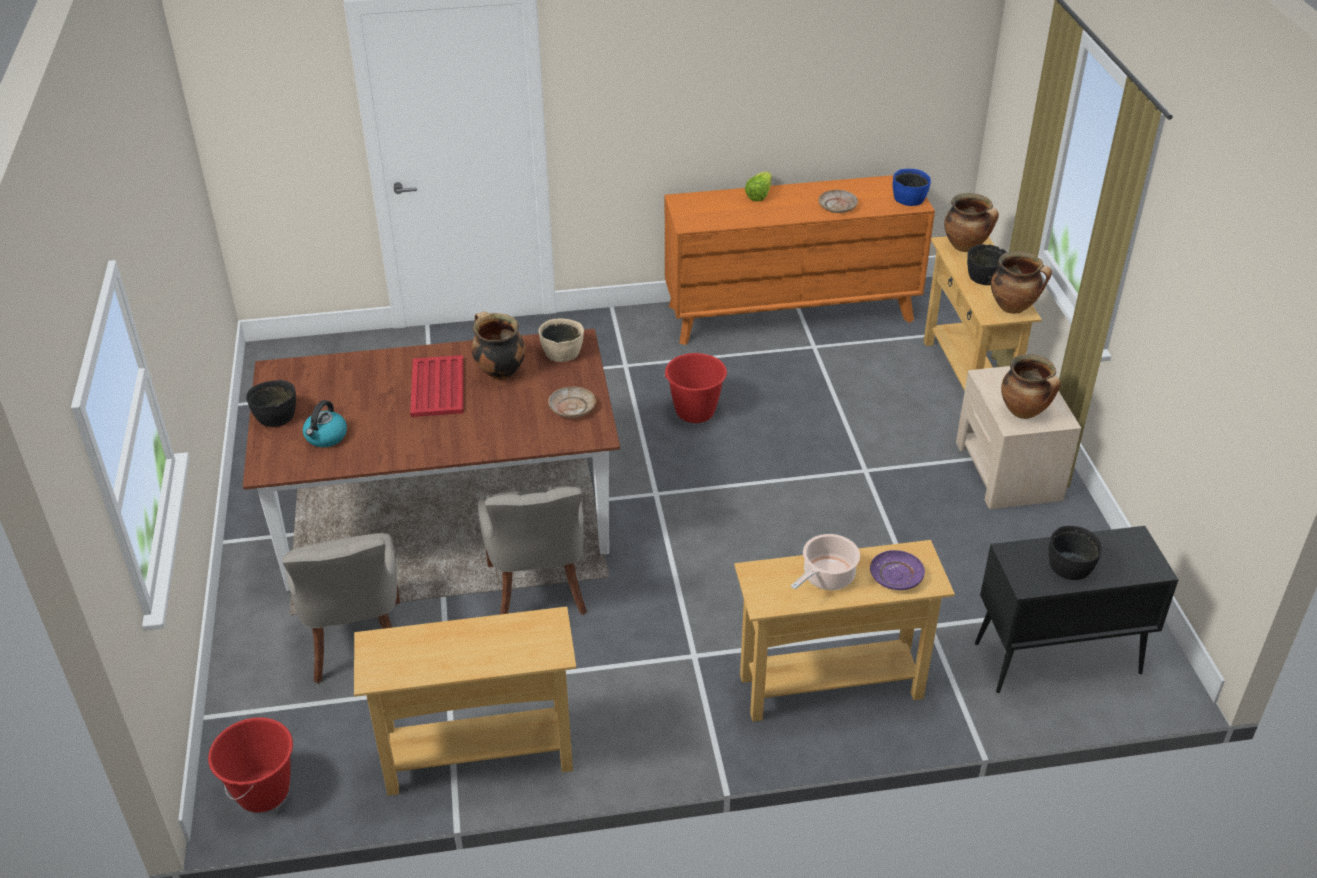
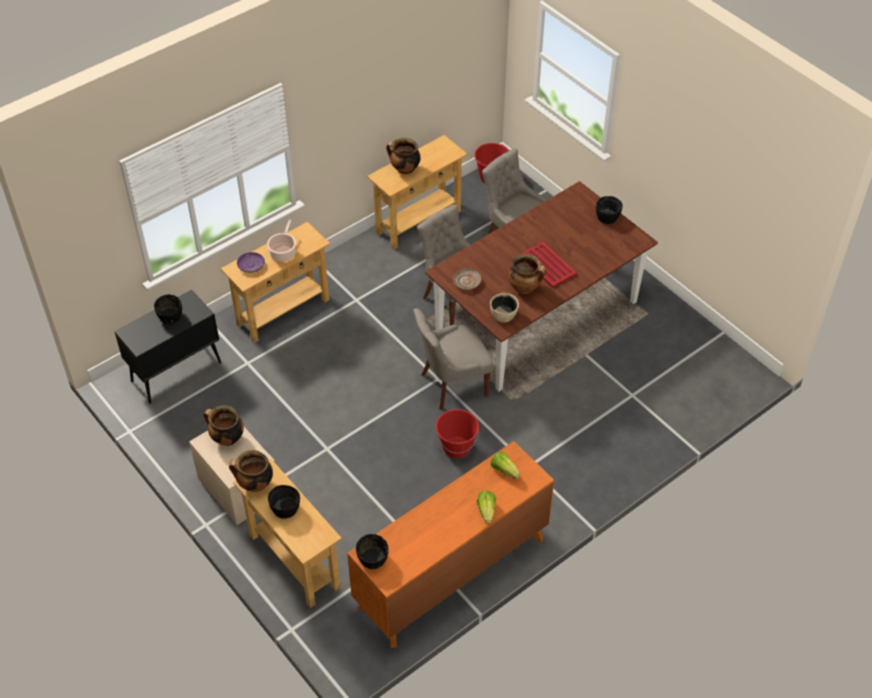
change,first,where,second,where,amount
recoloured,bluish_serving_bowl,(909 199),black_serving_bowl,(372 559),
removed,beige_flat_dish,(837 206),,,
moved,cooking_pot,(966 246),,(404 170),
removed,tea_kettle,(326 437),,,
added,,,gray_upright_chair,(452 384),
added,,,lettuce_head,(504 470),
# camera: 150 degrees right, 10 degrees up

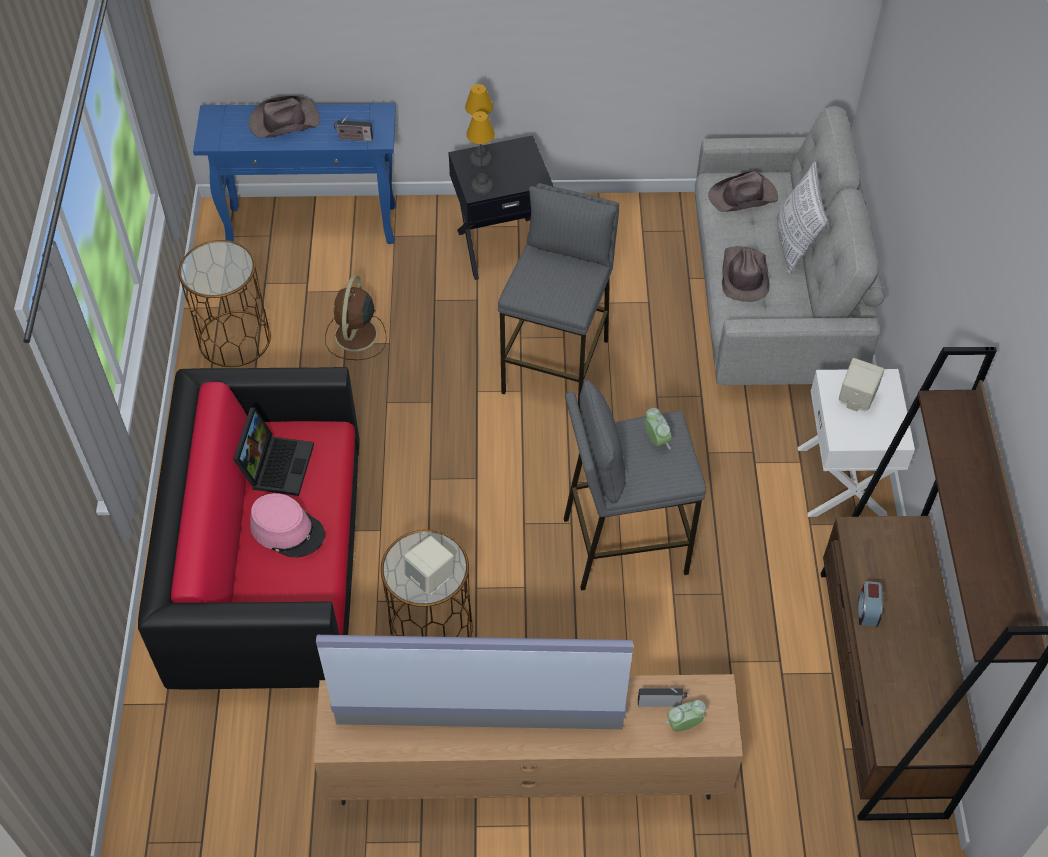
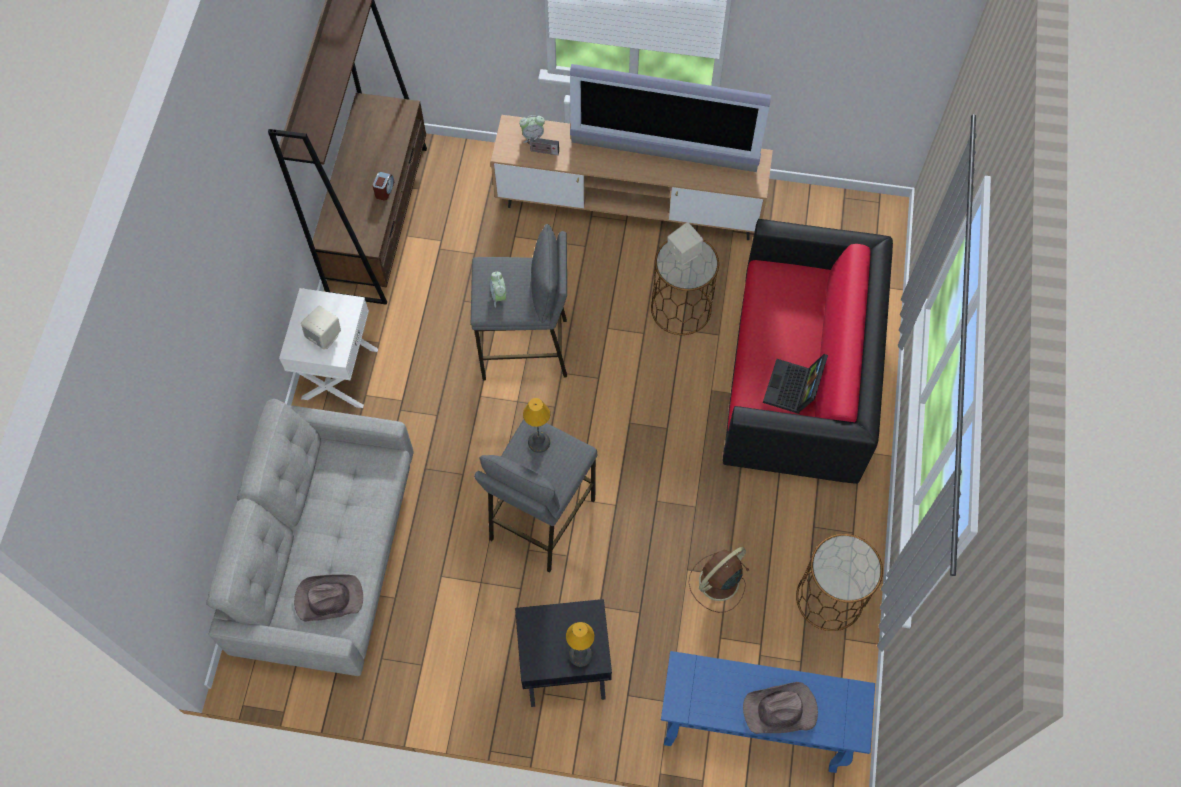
change,first,where,second,where,amount
moved,lamp_for_a_table,(482 187),,(539 441),
removed,radio,(353 138),,,
removed,cushion,(794 245),,,
removed,brown-coloured_hat,(743 276),,,
turned,brown-coloured_electric_fan,(355 336),,(717 582),150 degrees counterclockwise
removed,pink-coloured_hat,(287 530),,,
# camera: 170 degrees left, 10 degrees up

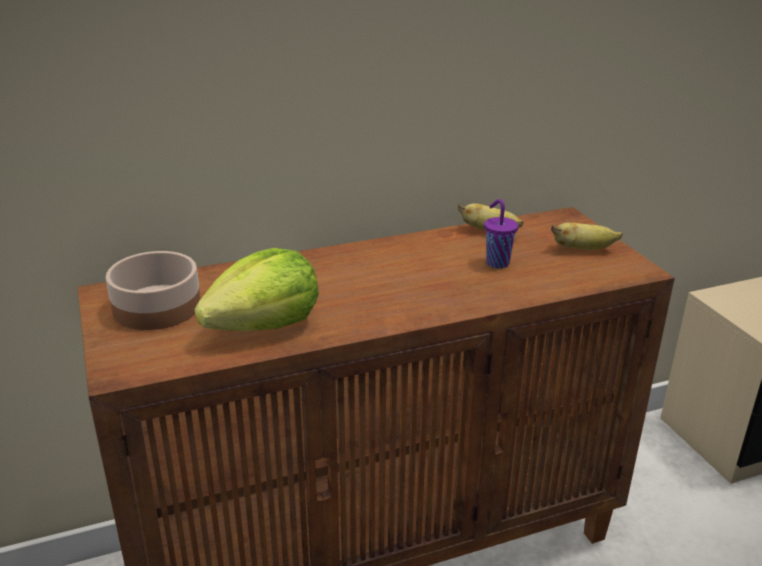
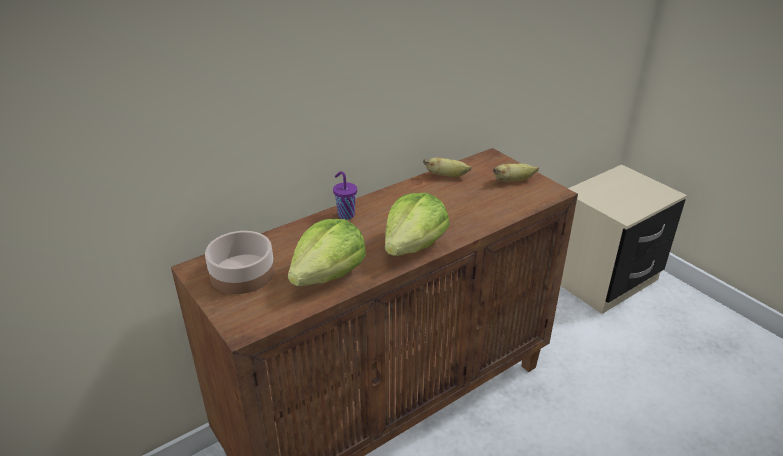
change,first,where,second,where,amount
moved,purple-coloured_cup,(496 263),,(345 215),
added,,,lettuce_head,(414 245),
# camera: 15 degrees left, 5 degrees up

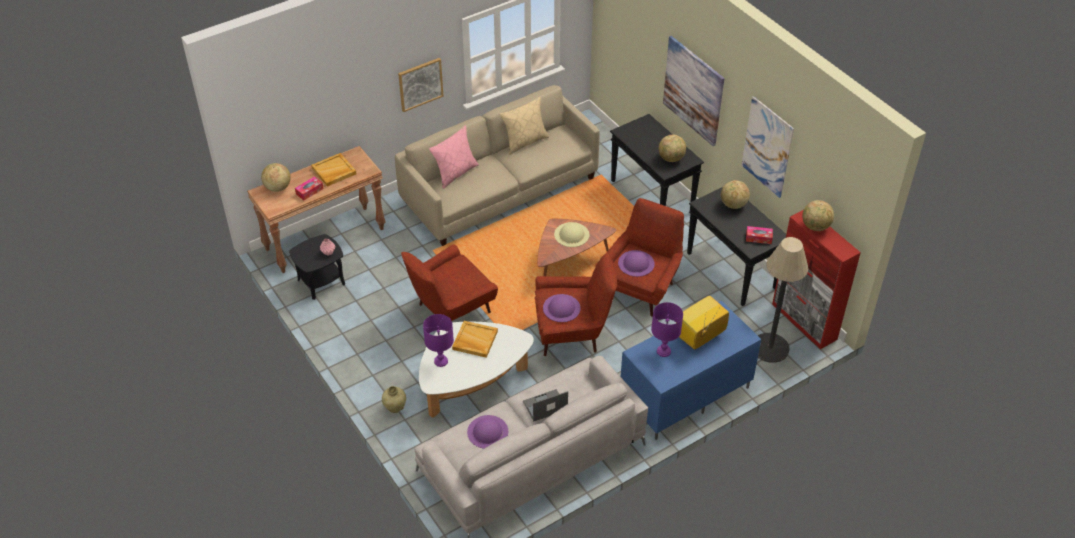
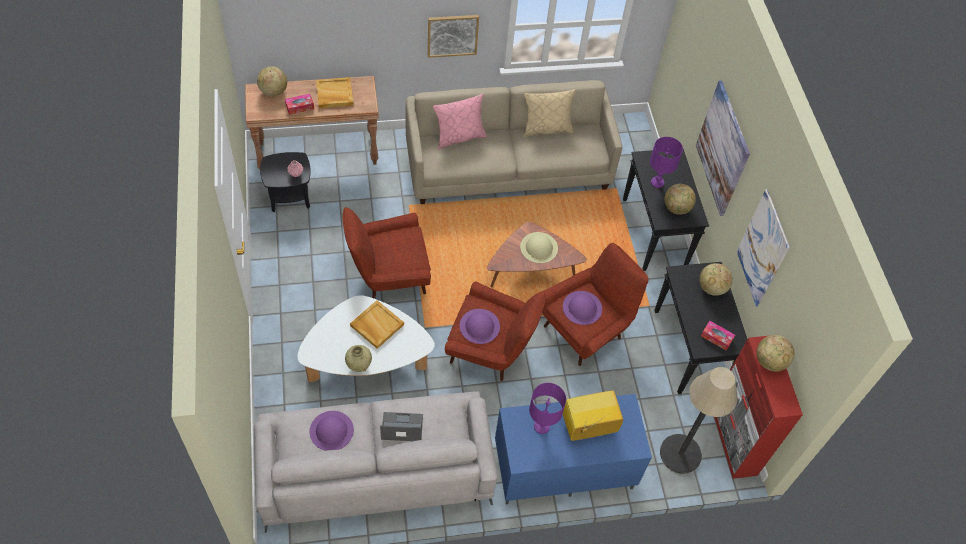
change,first,where,second,where,amount
moved,purple-coloured_lamp_for_a_table,(440 361),,(657 182),
moved,beige_decorative_vase,(395 408),,(359 366),
# camera: 20 degrees right, 10 degrees up

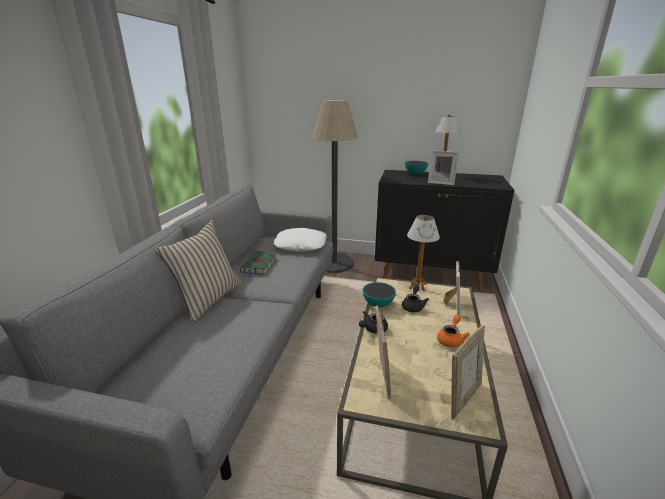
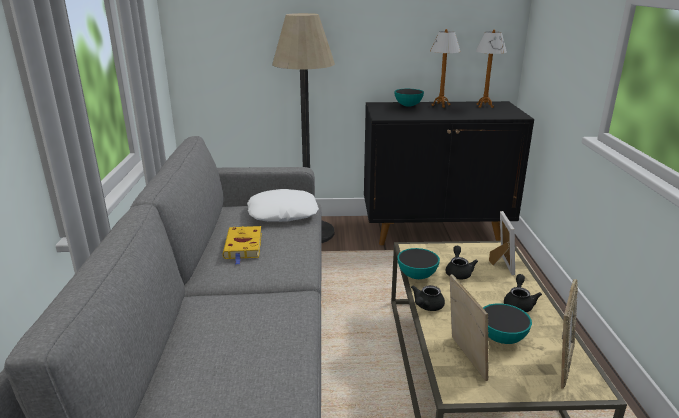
change,first,where,second,where,amount
removed,picture_frame,(441 183),,,
moved,lamp_for_a_table,(417 286),,(484 106),
removed,beige_cushion,(208 299),,,
recoloured,green_volume,(259 265),yellow_volume,(243 247),
recoloured,orangey_pot_for_tea,(451 339),black_pot_for_tea,(519 303),
added,,,serving_bowl,(502 338),
# camera: 15 degrees left, 0 degrees up

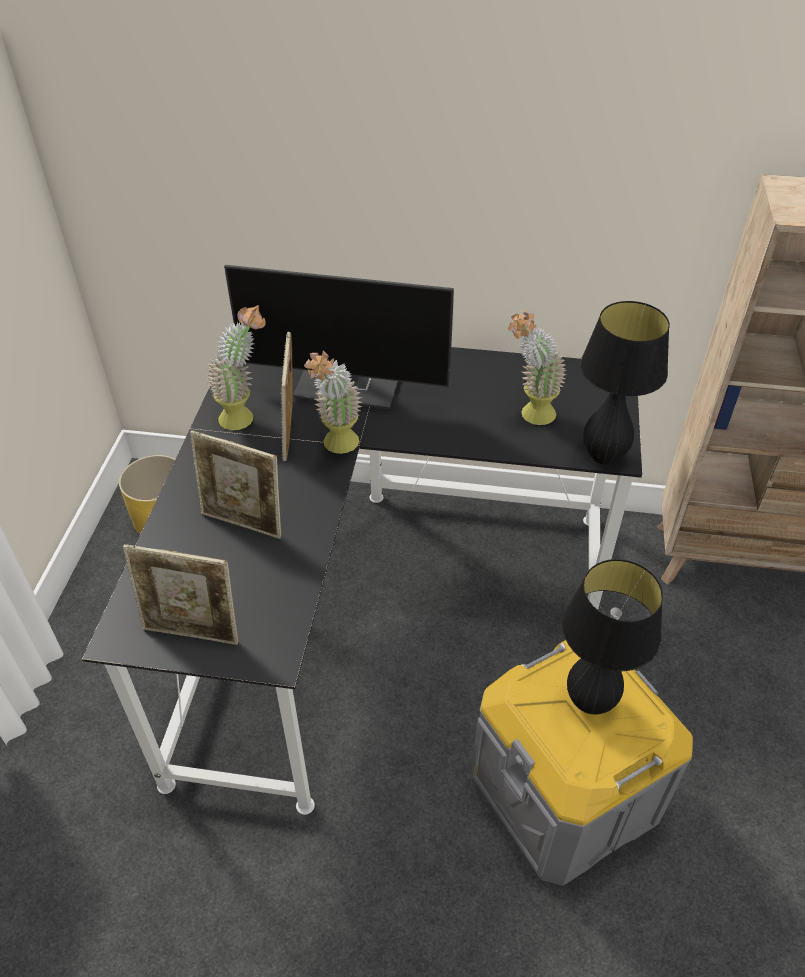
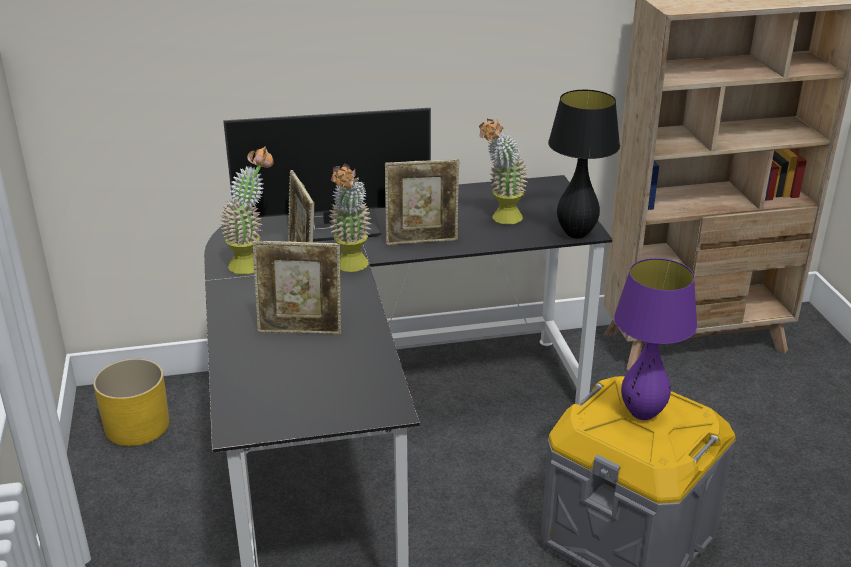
change,first,where,second,where,amount
moved,picture_frame,(193 632),,(422 241),
recoloured,black_lamp_for_a_table,(590 702),purple-coloured_lamp_for_a_table,(642 413),
# camera: 20 degrees left, 15 degrees down

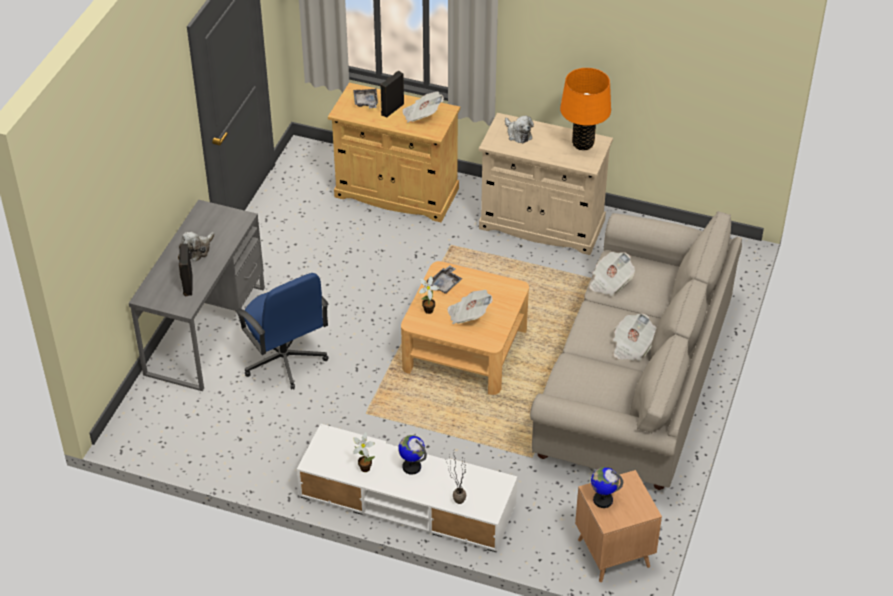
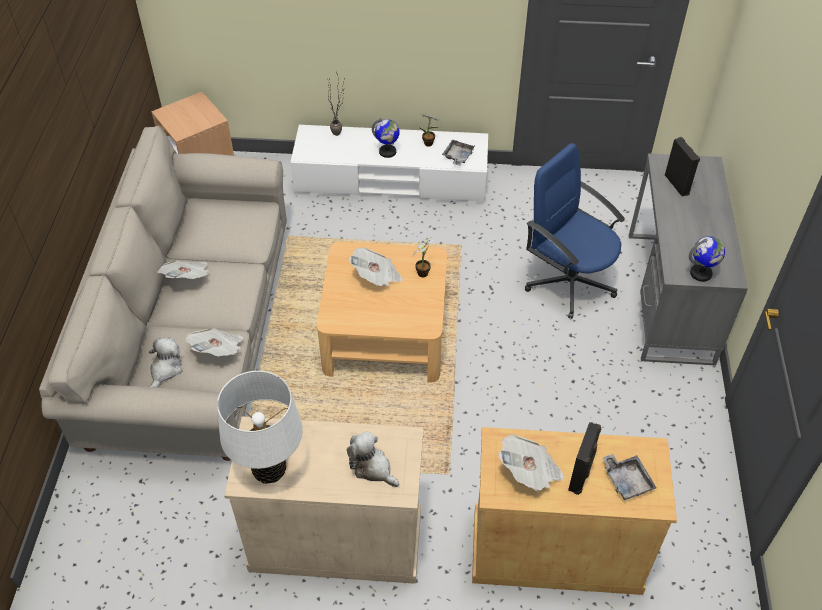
change,first,where,second,where,amount
recoloured,orangey_lamp_for_a_table,(583 144),white_lamp_for_a_table,(269 470),
moved,soft_toy,(198 250),,(165 370),
moved,gray_carrying_tray,(445 284),,(457 156),
moved,desk_globe,(602 500),,(701 273),
# camera: 165 degrees right, 5 degrees up

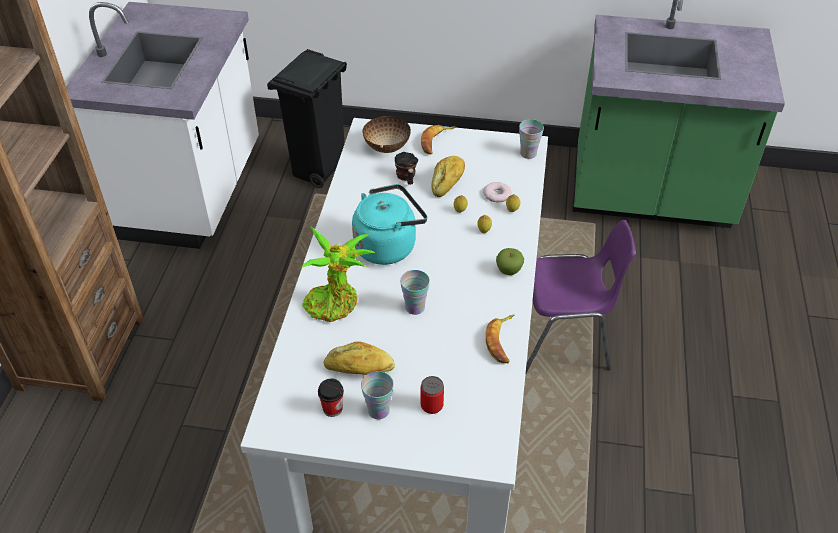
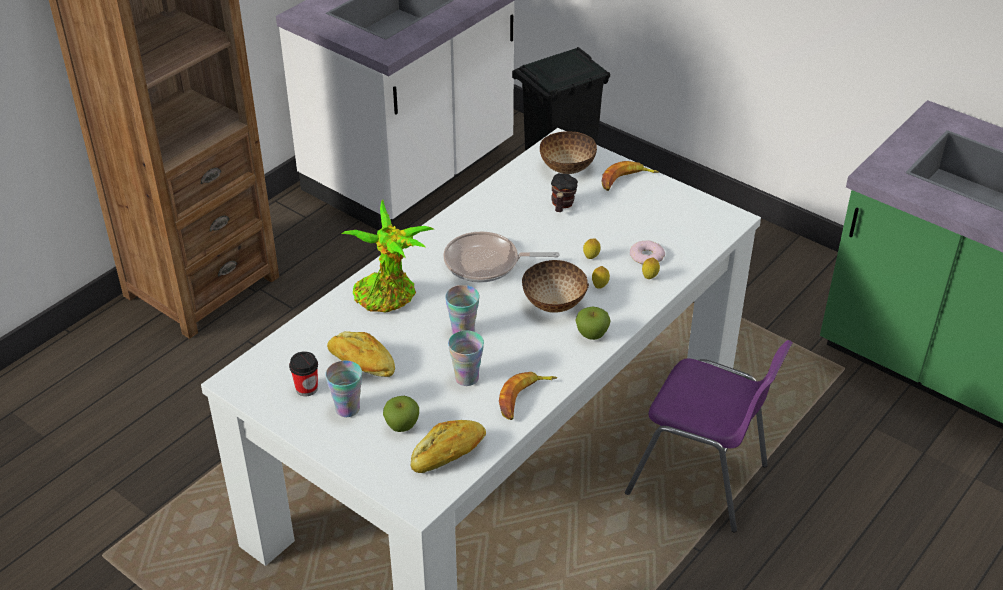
change,first,where,second,where,amount
moved,cup,(528 154),,(466 378),
moved,bread,(448 181),,(449 454),
replaced,turquoise-coloured_tea_kettle,(388 245),pan,(486 263),
replaced,sealed_can,(431 405),apple,(402 426),
added,,,serving_bowl,(553 304),
# camera: 30 degrees right, 5 degrees down

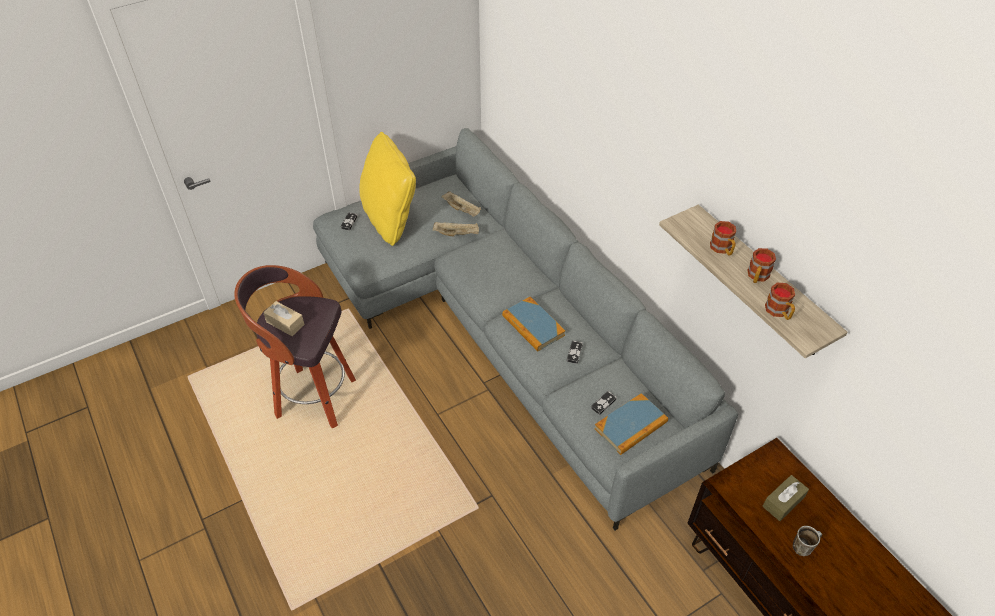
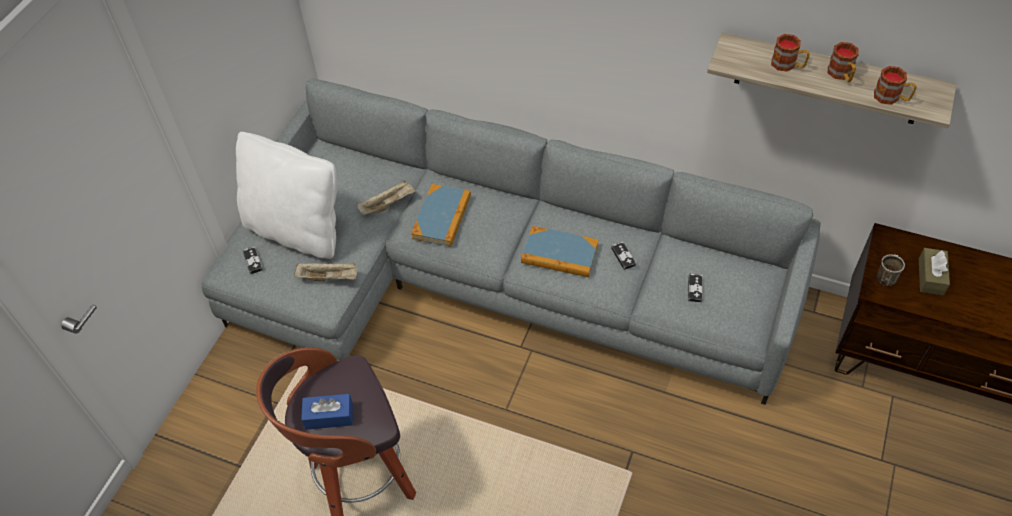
change,first,where,second,where,amount
recoloured,yellow_cushion,(390 219),white_cushion,(297 230),
moved,beige_carrying_tray,(462 210),,(329 277),
recoloured,beige_box_of_tissues,(285 323),bluish_box_of_tissues,(329 416),
moved,volume,(631 426),,(442 217),
moved,mug,(803 546),,(885 276),
# camera: 35 degrees left, 5 degrees up

